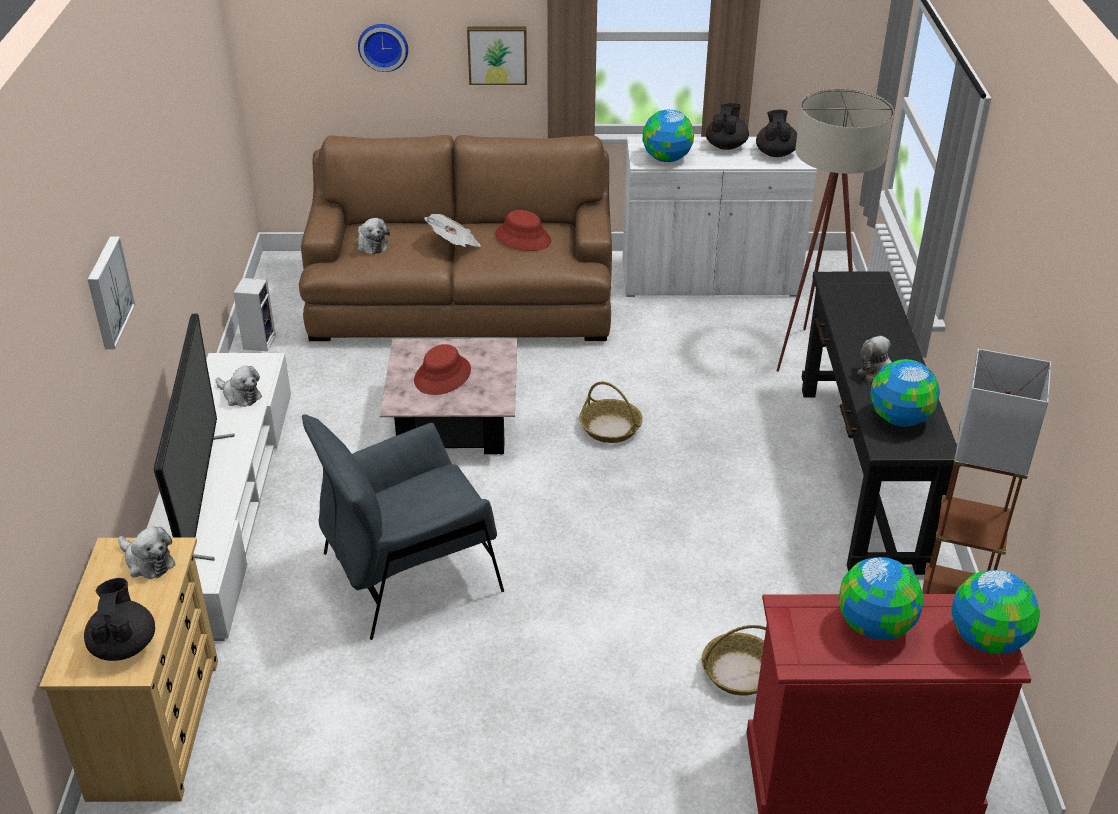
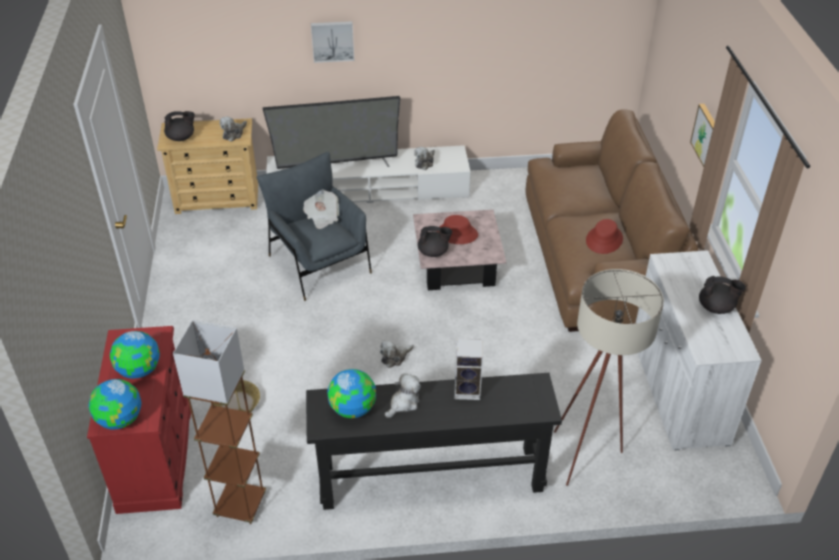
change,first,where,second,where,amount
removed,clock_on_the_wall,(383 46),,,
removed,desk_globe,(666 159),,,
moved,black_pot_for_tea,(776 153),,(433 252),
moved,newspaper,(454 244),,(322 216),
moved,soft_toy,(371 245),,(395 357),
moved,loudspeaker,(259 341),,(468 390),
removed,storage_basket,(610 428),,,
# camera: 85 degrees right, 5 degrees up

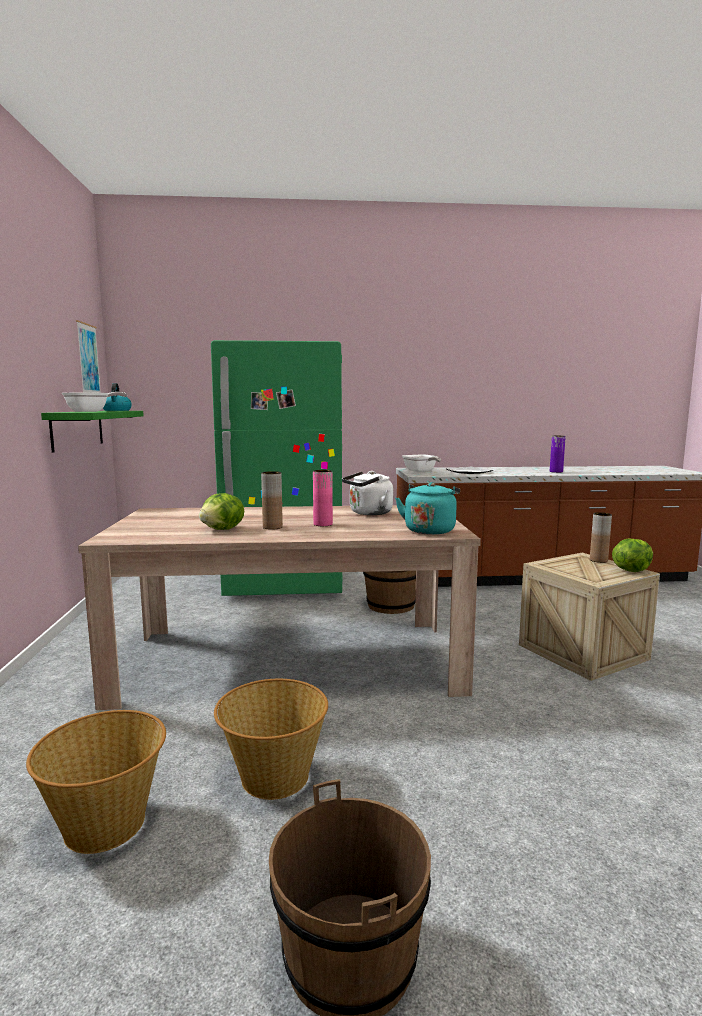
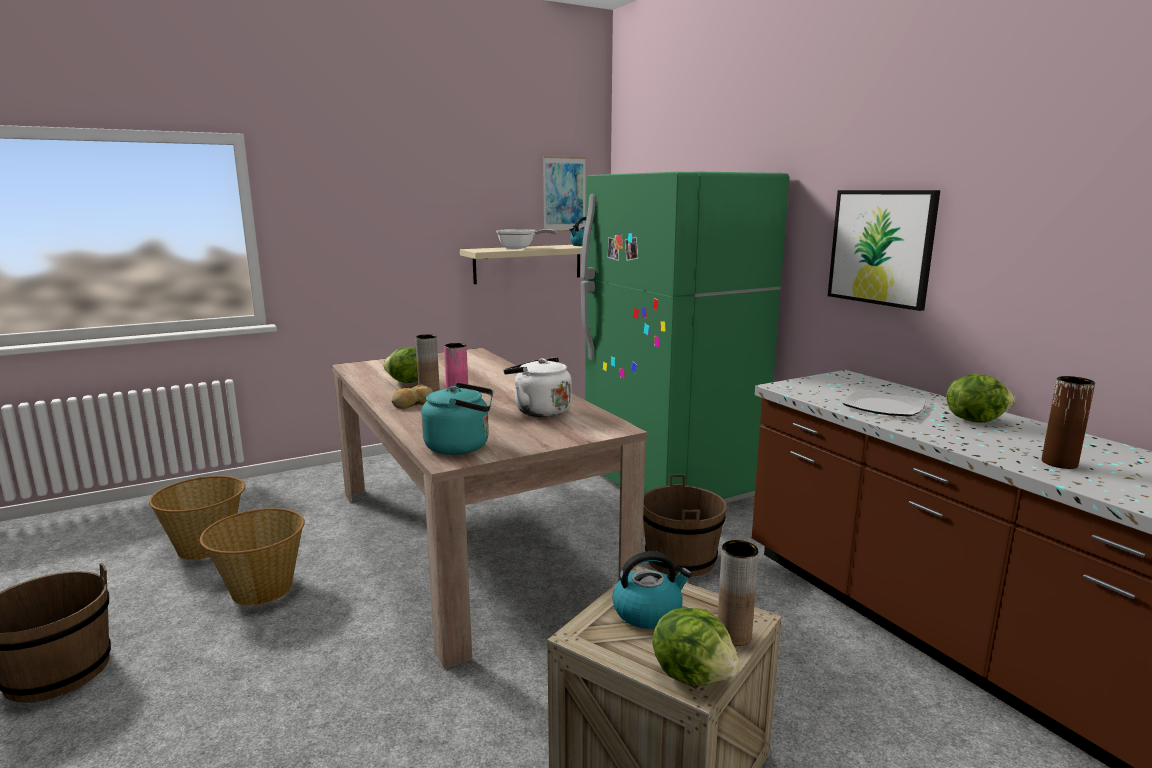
change,first,where,second,where,amount
recoloured,green_bracket_shelf,(77 429),beige_bracket_shelf,(528 263),
recoloured,purple-coloured_decorative_vase,(556 472),brown-coloured_decorative_vase,(1059 463),
removed,pan,(421 471),,,
added,,,wall_art,(881 247),
added,,,lettuce_head,(974 420),
added,,,bread,(412 404),
added,,,tea_kettle,(648 612),
# camera: 65 degrees right, 5 degrees up

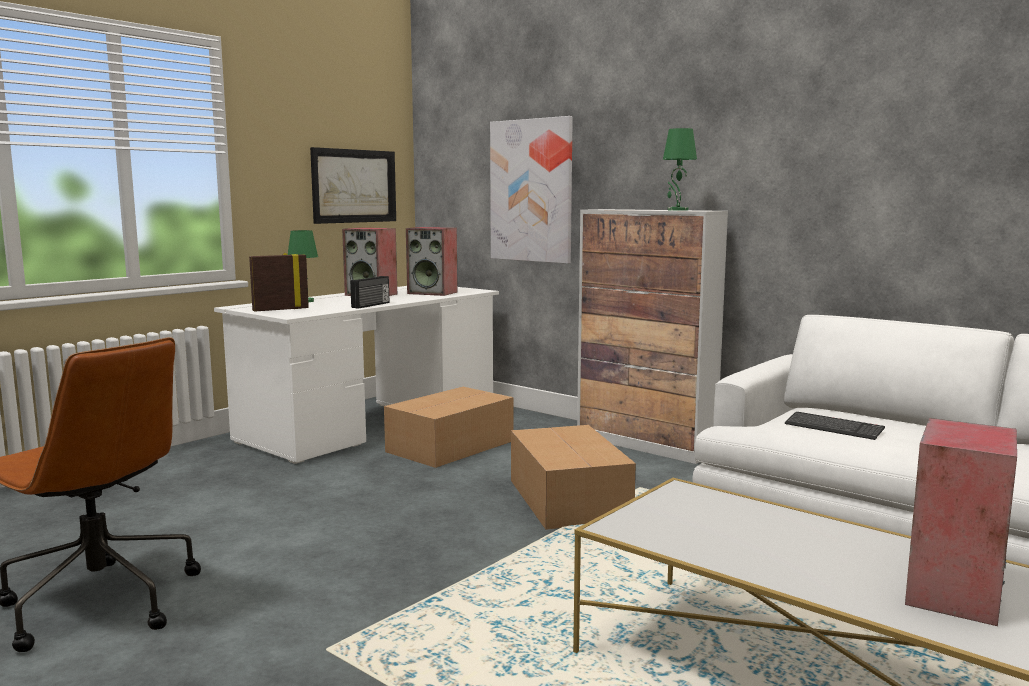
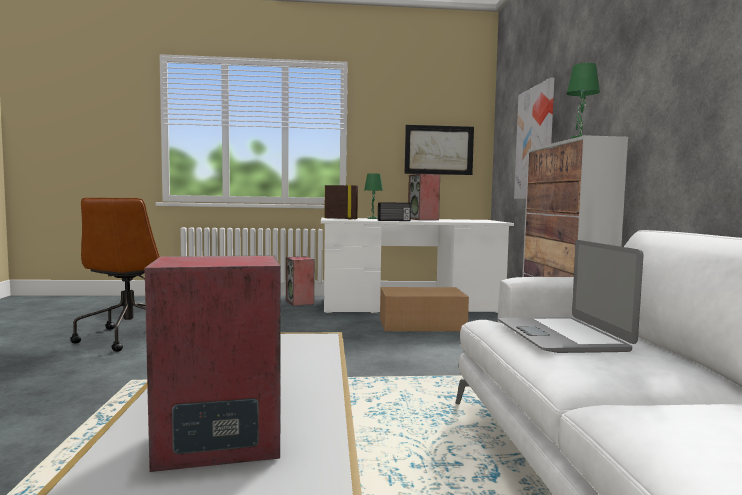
change,first,where,second,where,amount
moved,loudspeaker,(433 293),,(300 302),
replaced,computer_keyboard,(833 428),portable_computer,(562 336),
removed,carton,(568 498),,,
# camera: 45 degrees right, 5 degrees down

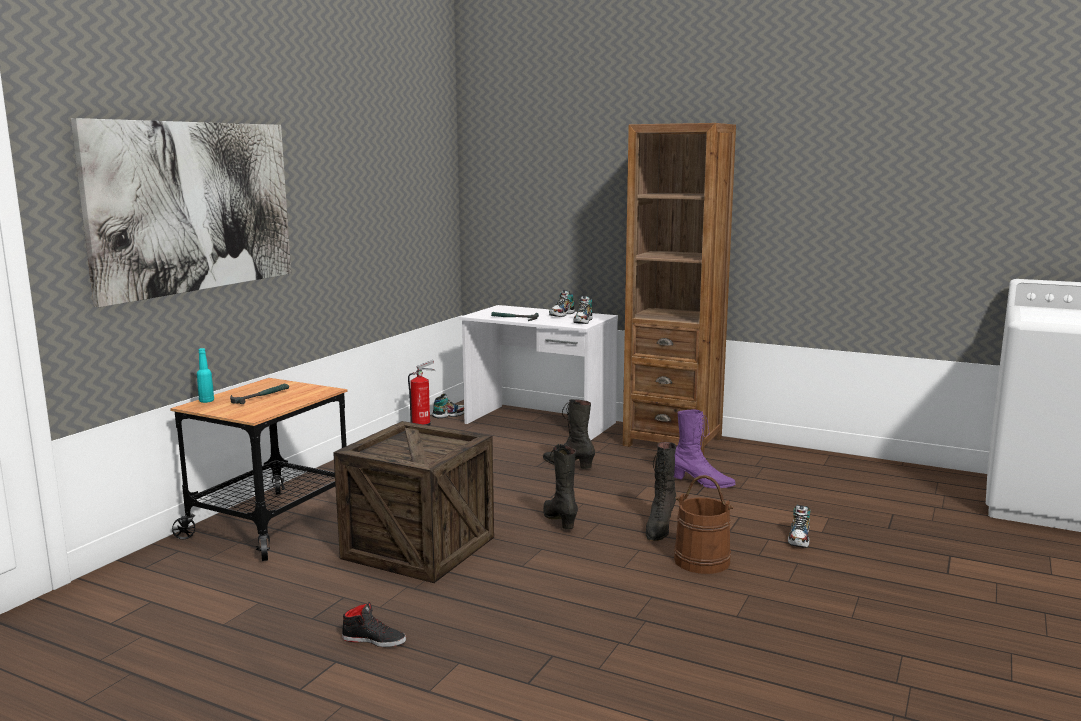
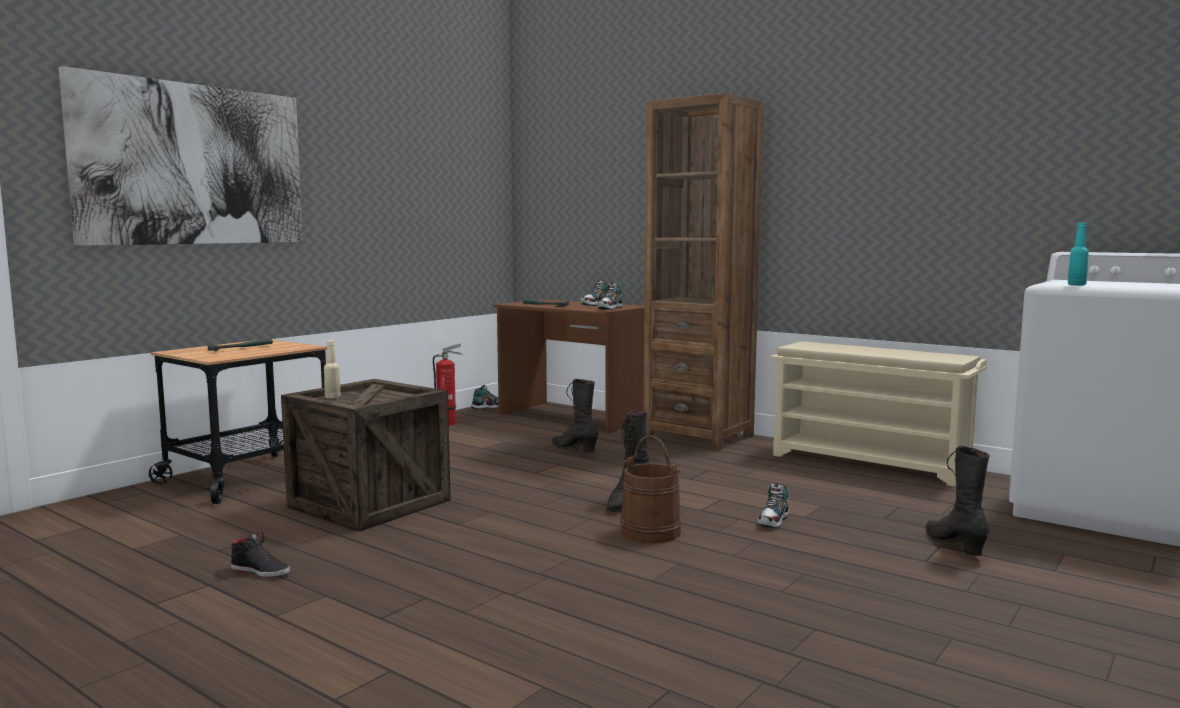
change,first,where,second,where,amount
recoloured,white_desk,(539 423),brown-coloured_desk,(573 417),
moved,turquoise-coloured_drink_bottle,(206 401),,(1076 285),
removed,purple-coloured_high-top_boot,(701 483),,,
moved,black_high-top_boot,(559 520),,(954 545),
added,,,beige_drink_bottle,(332 397),
added,,,beige_shoe_shelf,(871 463),
# camera: 10 degrees right, 5 degrees down

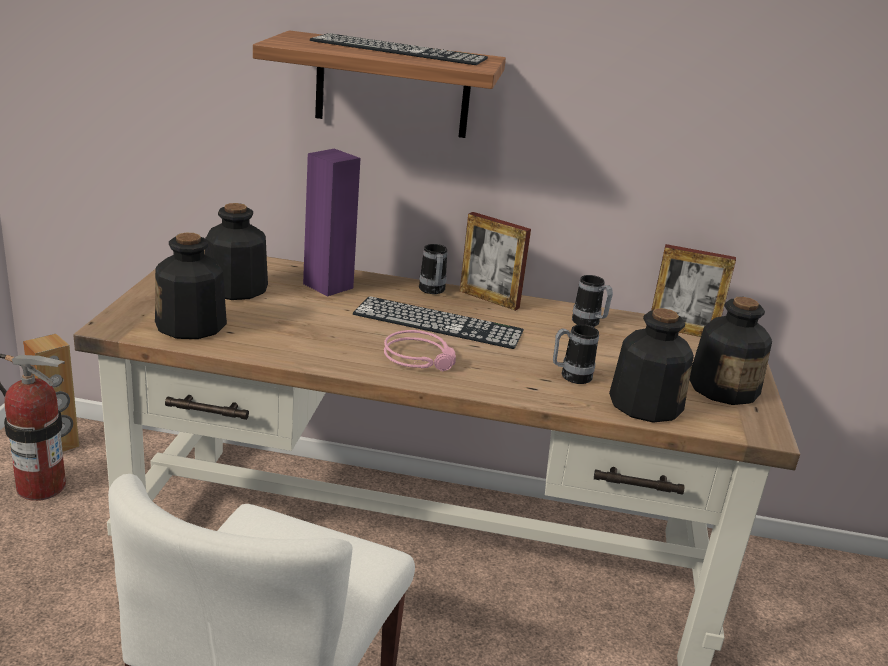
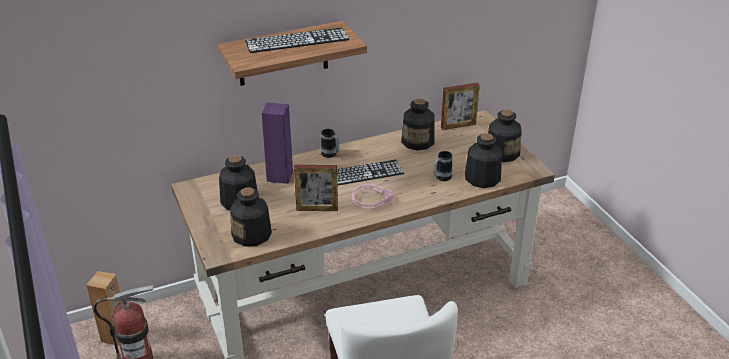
change,first,where,second,where,amount
moved,picture_frame,(489 299),,(317 209),
replaced,mug,(589 324),drink_bottle,(418 141),
# camera: 30 degrees left, 10 degrees up

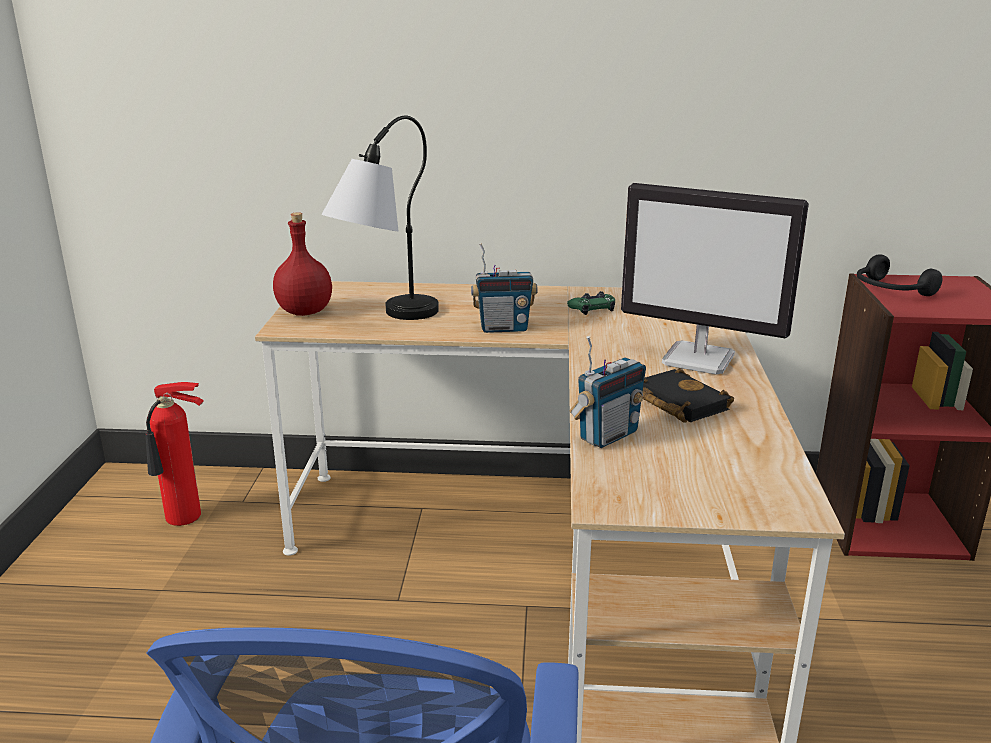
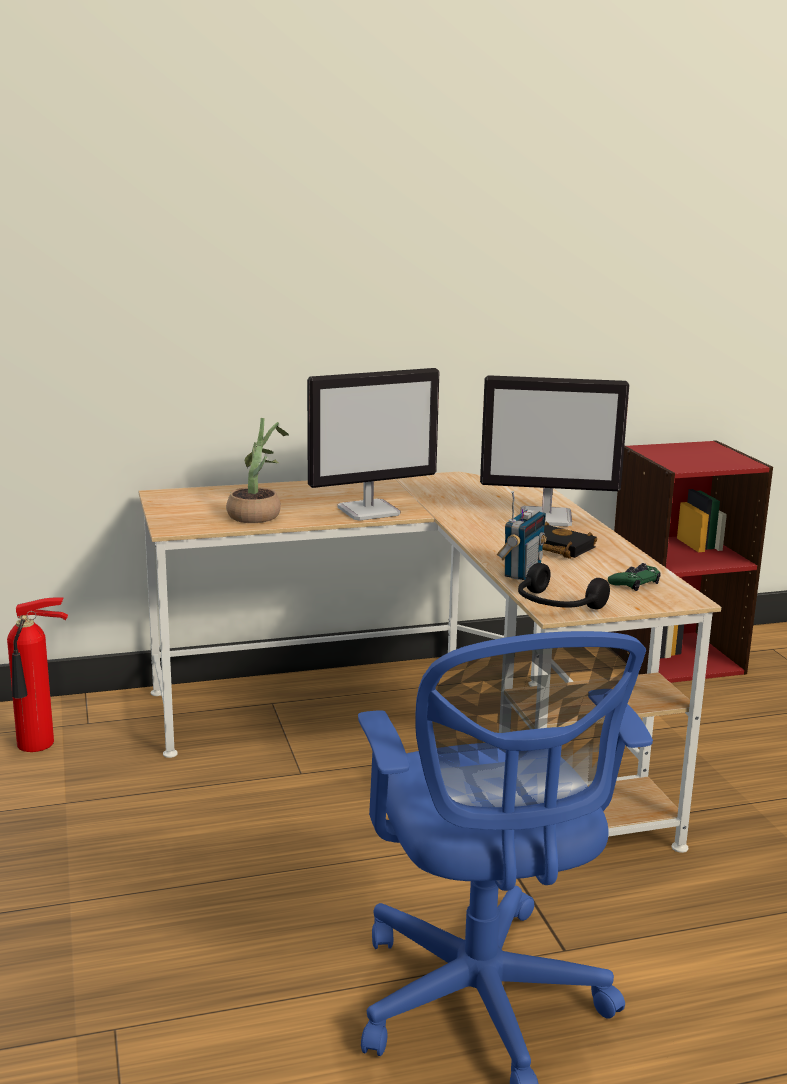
change,first,where,second,where,amount
replaced,lamp_for_a_table,(384 320),potted_plant,(258 514),
removed,red-coloured_drink_bottle,(306 312),,,
replaced,radio,(504 328),monitor,(369 511),
moved,black_pair_of_headphones,(890 290),,(556 605),
moved,green_joypad,(592 308),,(634 583),
# camera: 20 degrees left, 5 degrees down

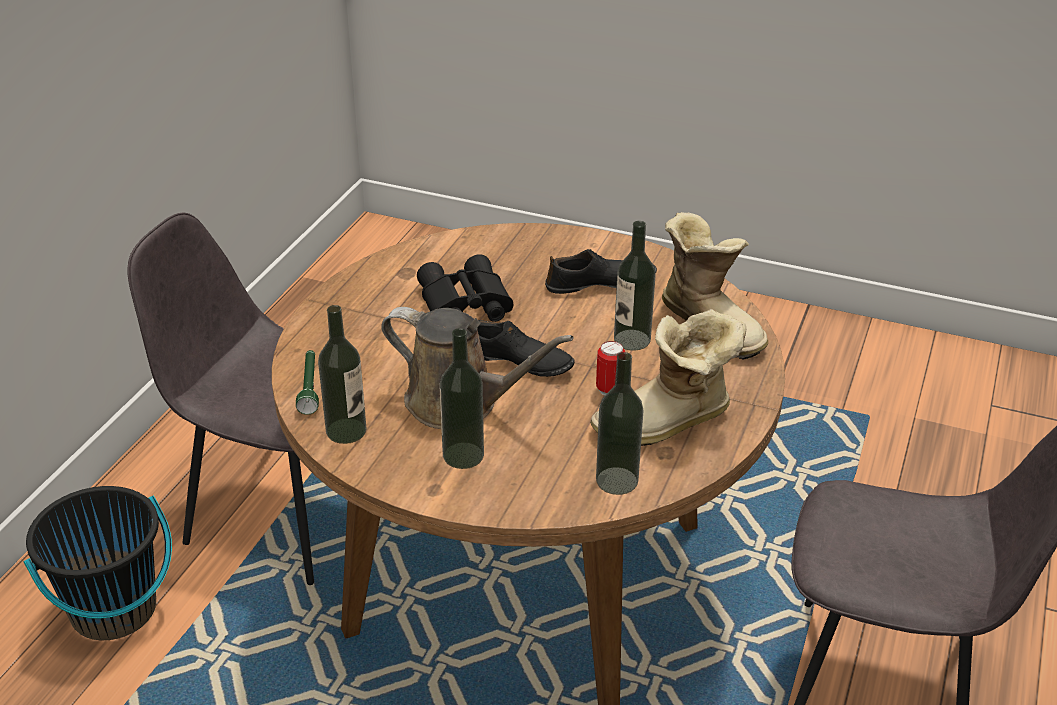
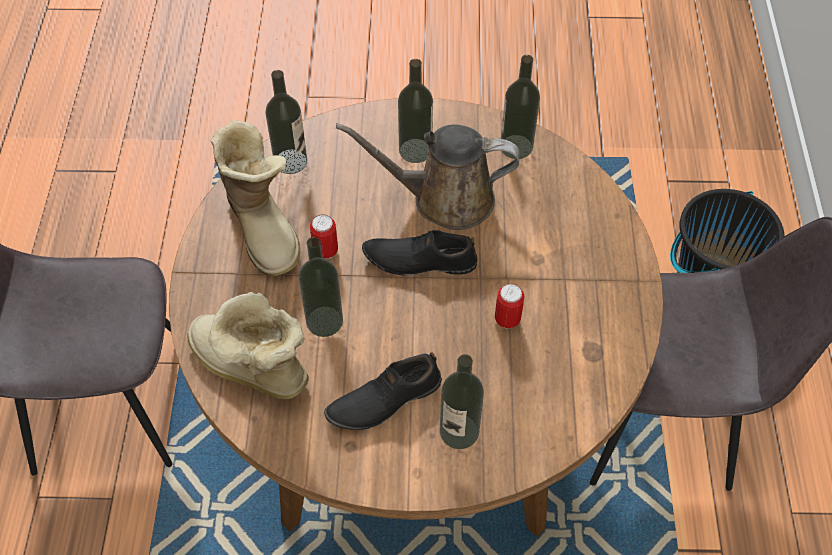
change,first,where,second,where,amount
replaced,black_binoculars,(463 305),sealed_can,(507 319),
turned,high-top_boot,(668 424),,(264 227),105 degrees clockwise
removed,green_flashlight,(309 387),,,
added,,,drink_bottle,(459 431),
# camera: 160 degrees right, 20 degrees up

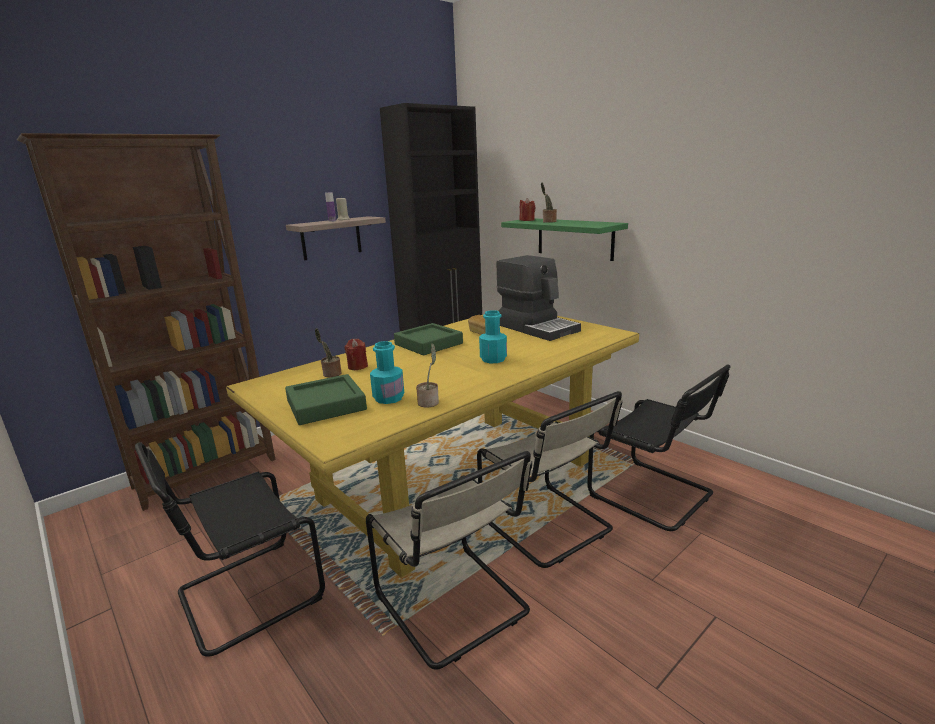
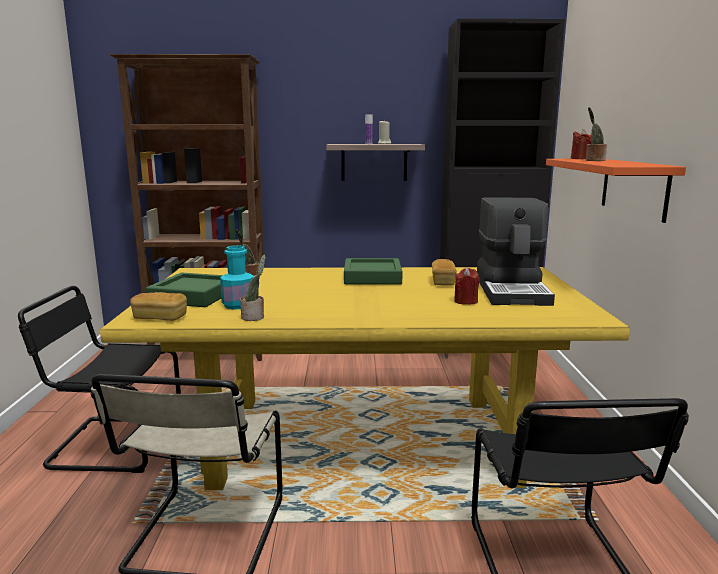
change,first,where,second,where,amount
recoloured,green_bracket_shelf,(574 238),orangey_bracket_shelf,(634 187),
removed,turquoise-coloured_drink_bottle,(493 359),,,
moved,red-coloured_wax_candle,(357 366),,(466 301),
removed,beige_upright_chair,(549 526),,,
added,,,bread,(160 318),
# camera: 40 degrees right, 5 degrees down

